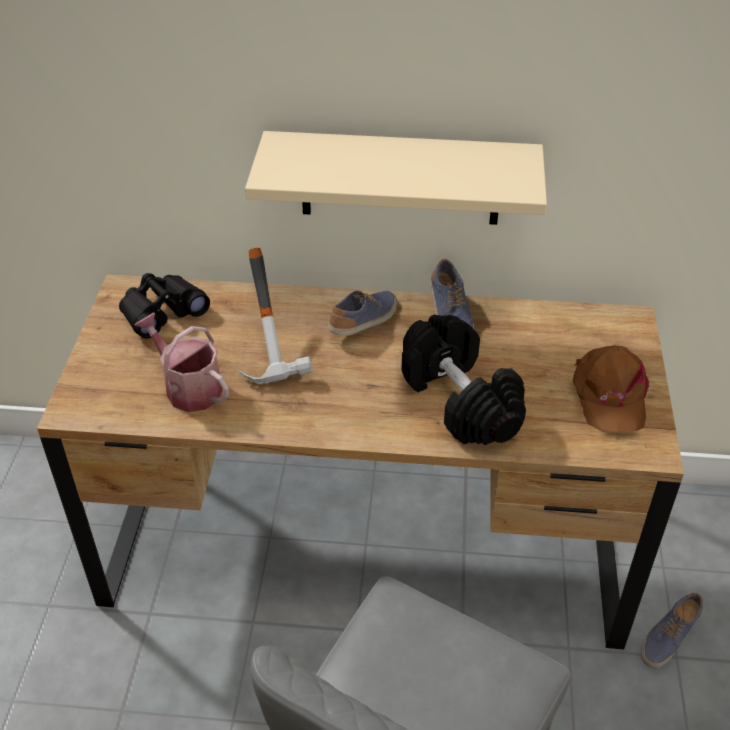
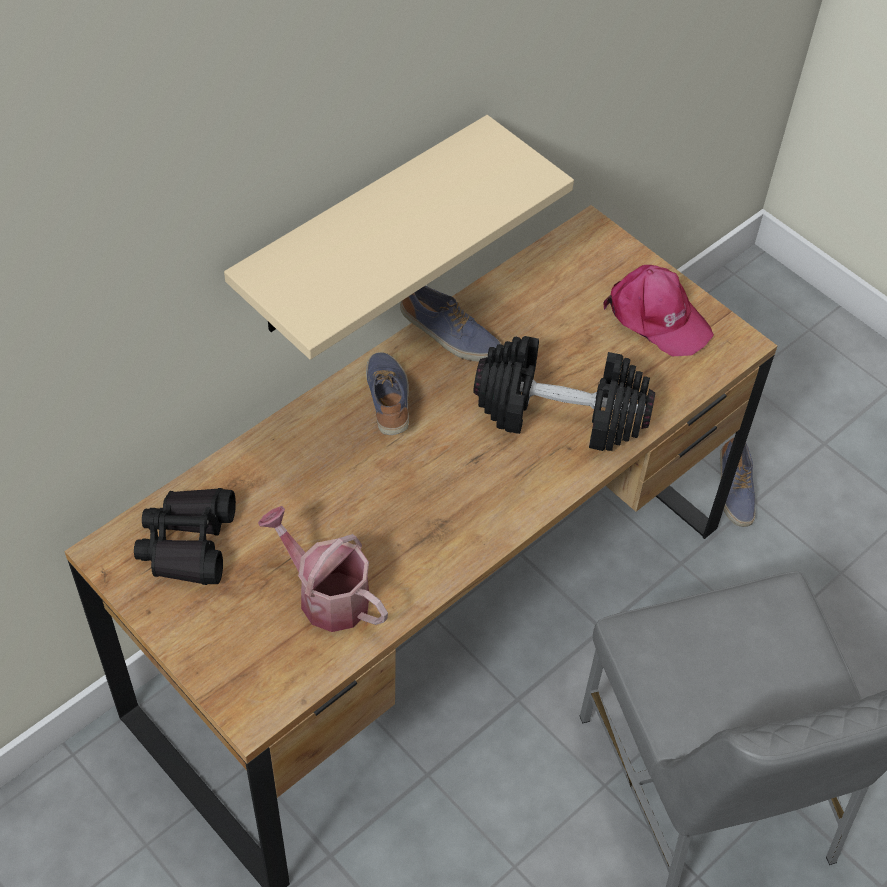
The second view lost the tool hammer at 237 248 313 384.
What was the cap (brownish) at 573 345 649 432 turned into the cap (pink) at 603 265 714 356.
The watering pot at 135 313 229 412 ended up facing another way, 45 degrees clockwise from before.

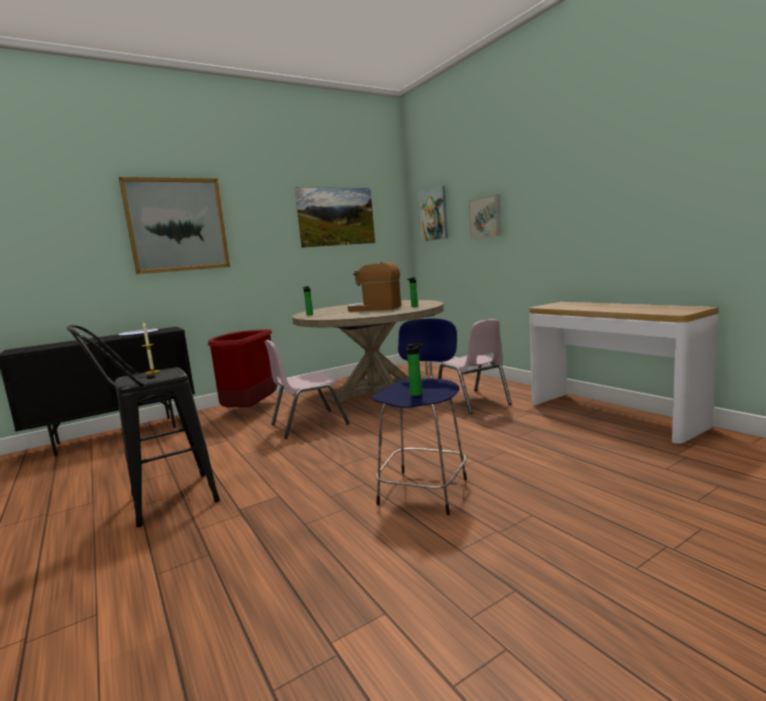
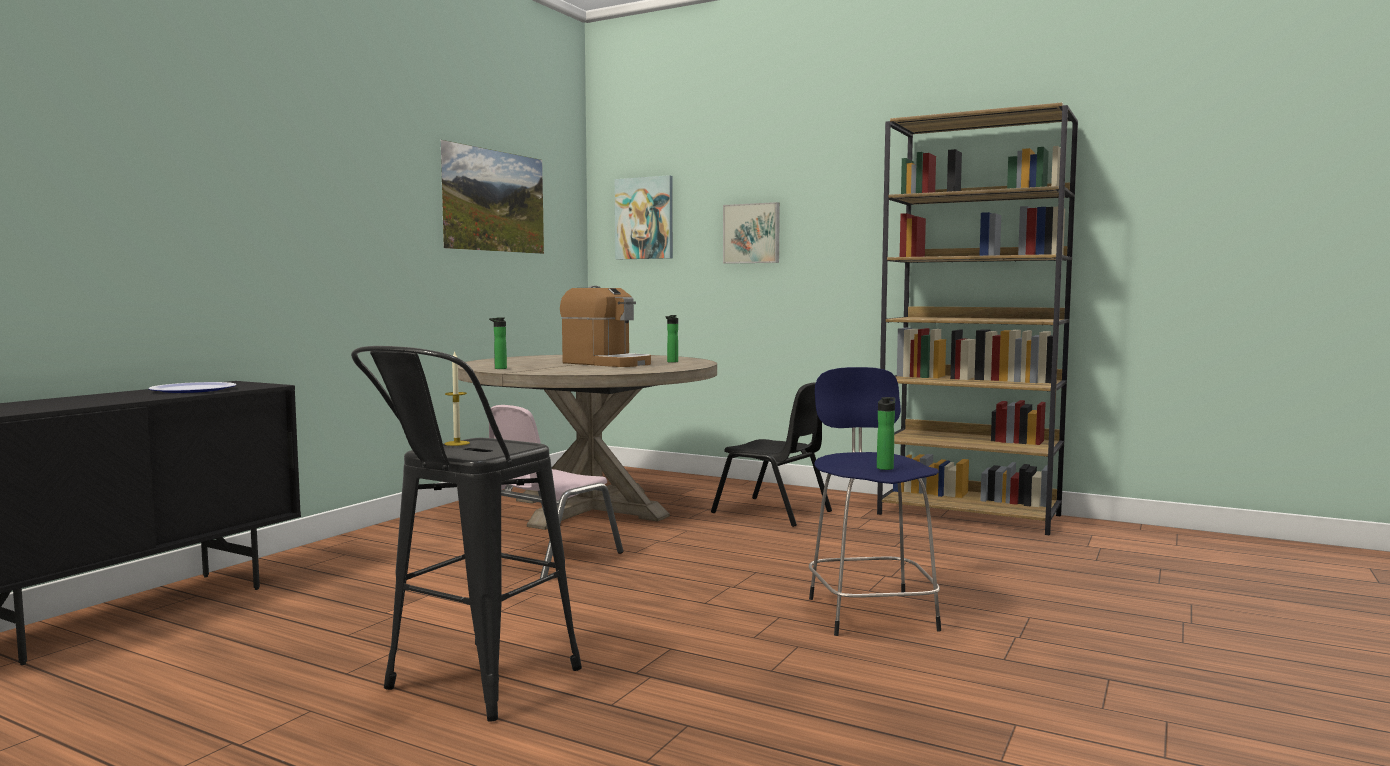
The second view lost the wall picture at 119 177 230 274.
The second view lost the trash can (reddish) at 208 329 277 407.
Where the narrow table stood at 529 302 719 444, the bookcase (brownish) came to stand at 877 103 1078 536.
What was the upright chair (pink) at 438 319 512 414 turned into the upright chair (black) at 711 382 832 527.
The coffee machine at 348 262 401 312 ended up facing another way, 135 degrees counterclockwise from before.

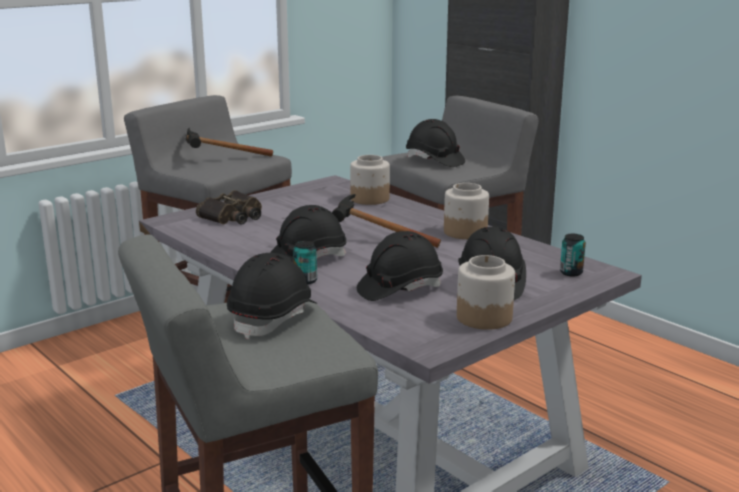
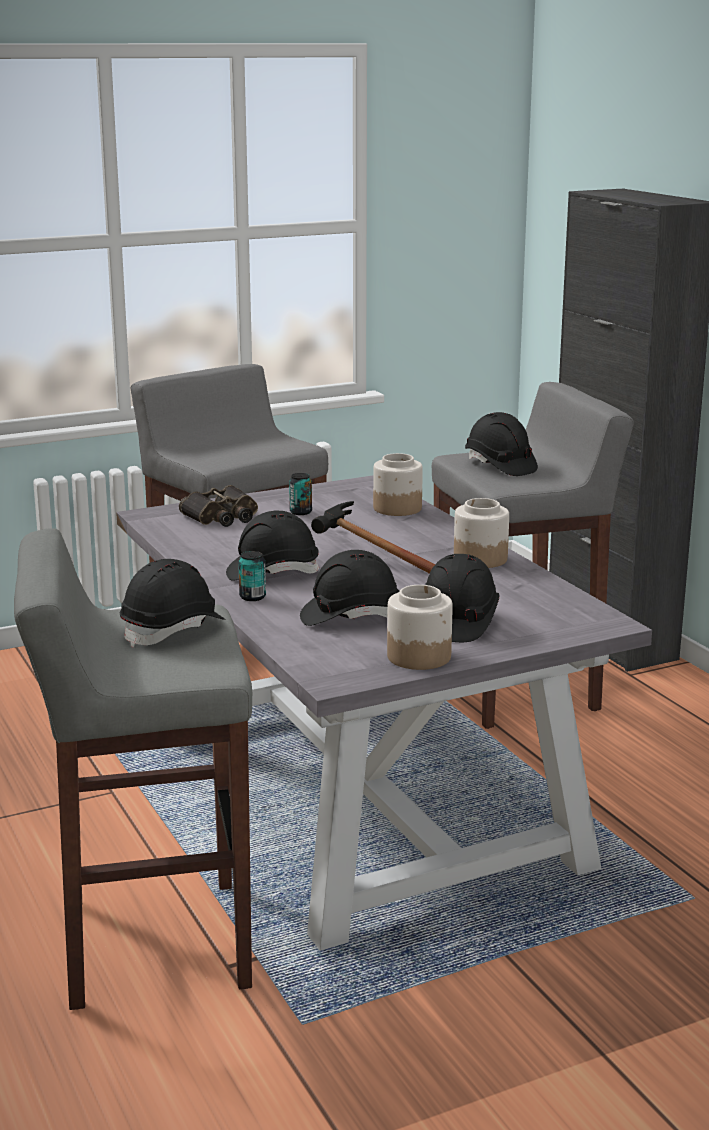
The second view lost the tool hammer at 186 128 273 157.
The sealed can ended up elsewhere, having gone from 560 234 586 277 to 289 473 312 515.

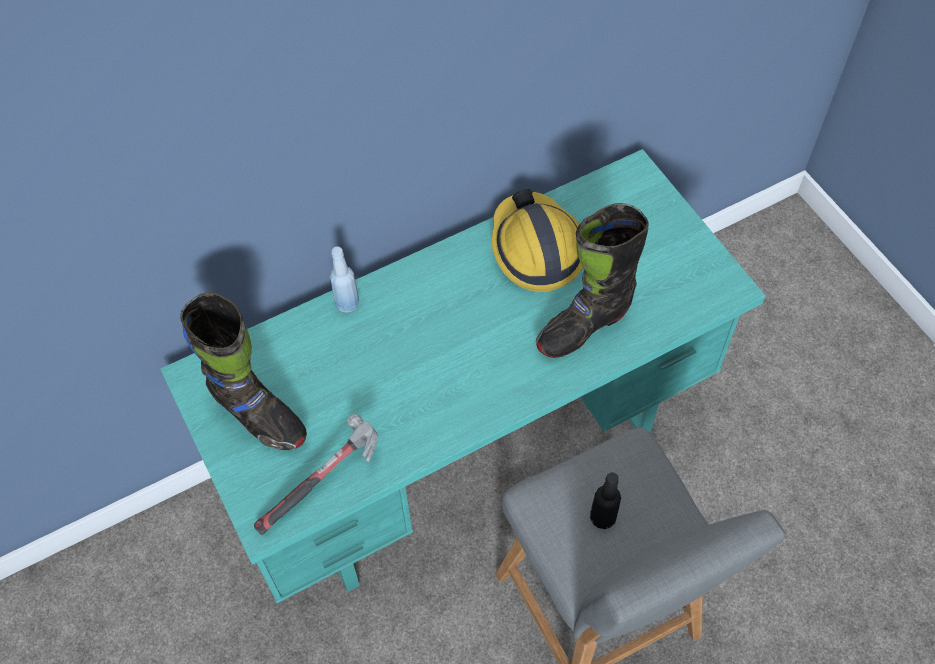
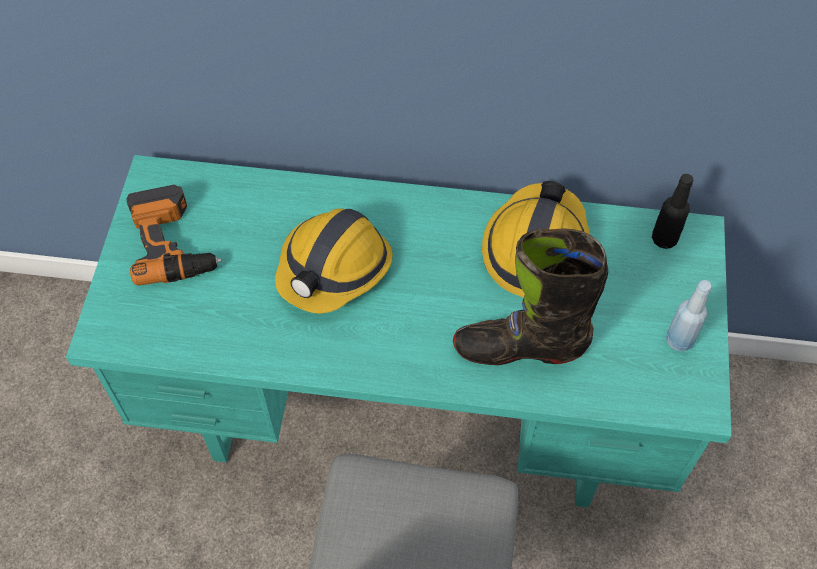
The second view lost the tool hammer at 254 414 378 535.
The second view gained the safety helmet at 275 209 393 314.
The bottle (blue) ended up elsewhere, having gone from 330 246 359 313 to 666 280 712 351.
The bottle (black) ended up elsewhere, having gone from 590 473 621 529 to 652 174 693 249.
Where the tall boot (black) stood at 180 292 307 450, the drill came to stand at 127 185 221 286.

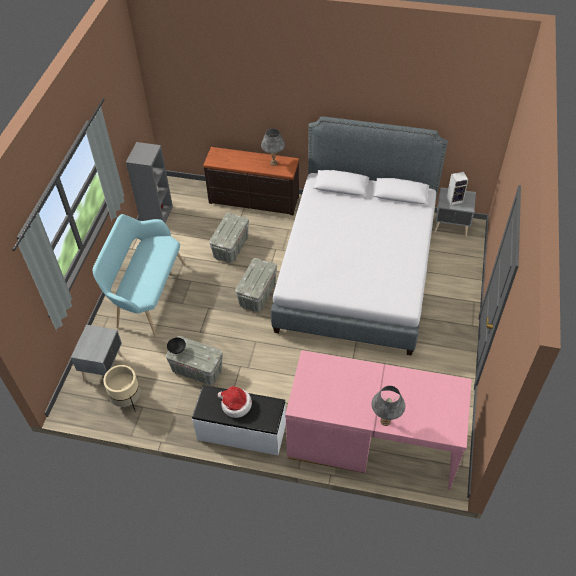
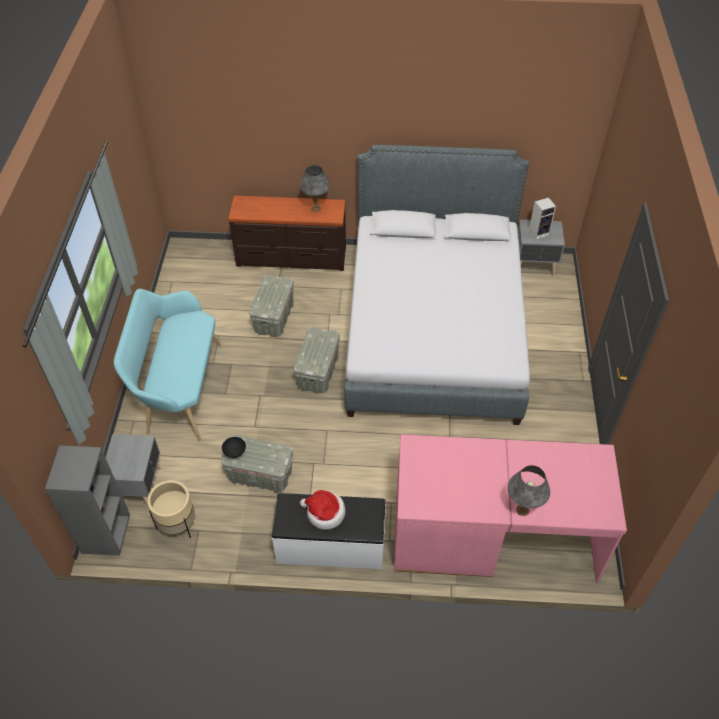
The bookcase (grey) ended up elsewhere, having gone from 126 142 173 223 to 45 445 130 556.

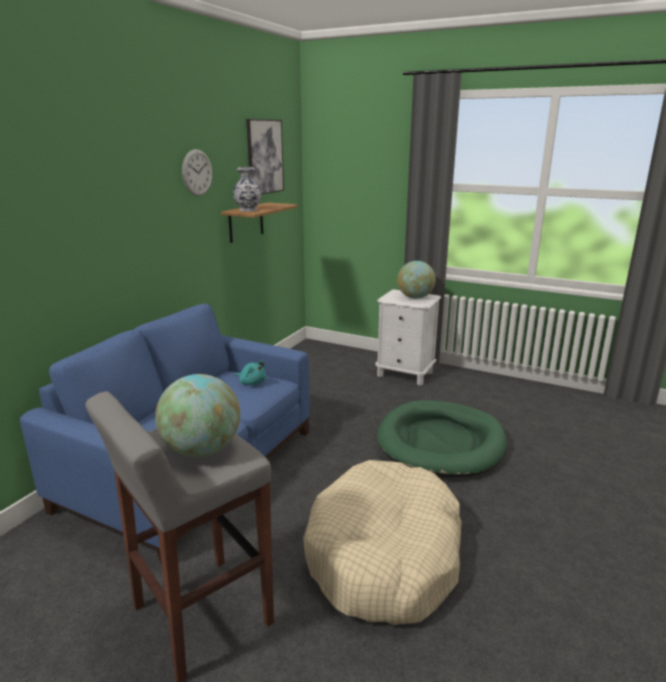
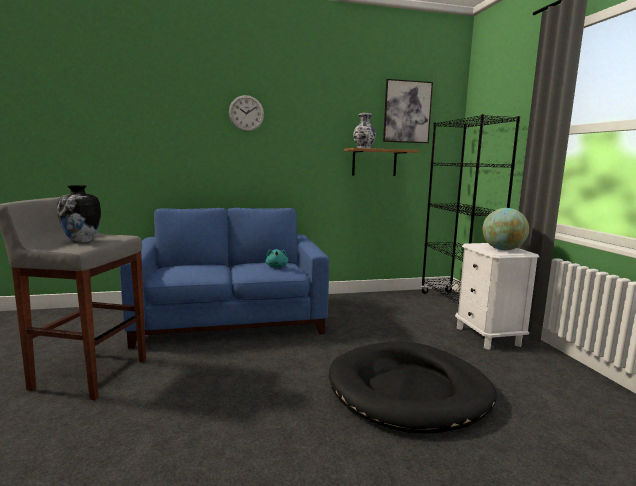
The second view lost the pet bed (sand-coloured) at 303 460 461 625.
The second view gained the bookcase (black) at 421 114 520 304.
The wall clock ended up elsewhere, having gone from 182 149 212 196 to 229 95 264 132.
Where the desk globe stood at 155 374 240 457, the vase came to stand at 57 185 101 243.
What was the pet bed (greenish) at 377 400 507 478 turned into the pet bed (black) at 329 342 497 434.

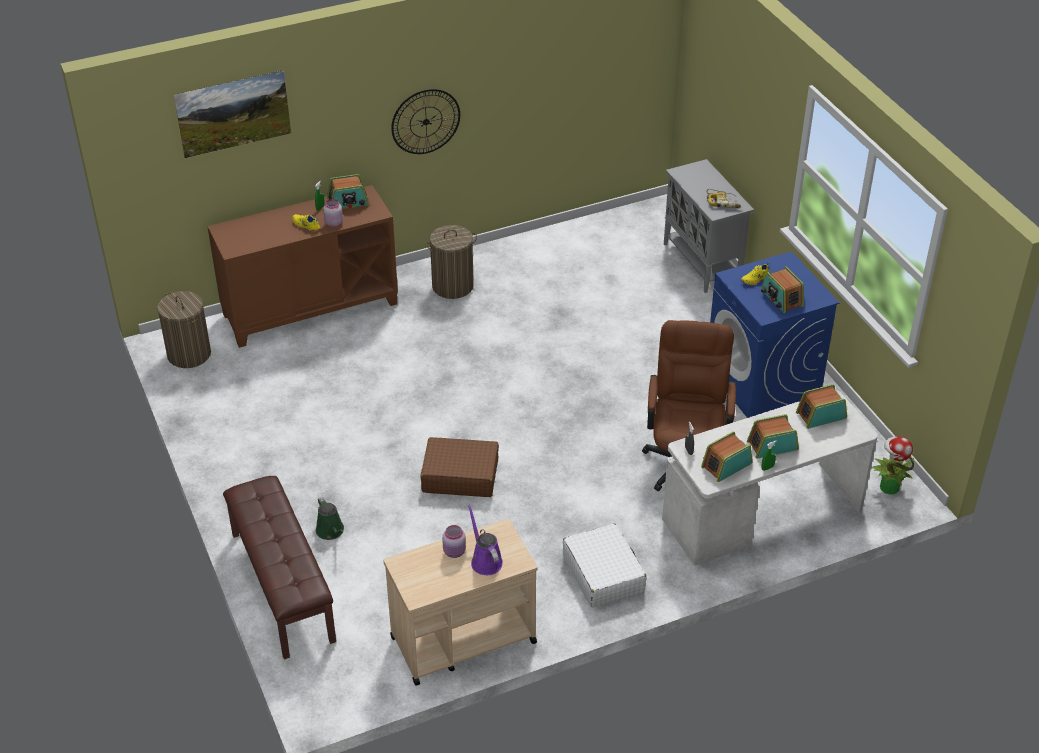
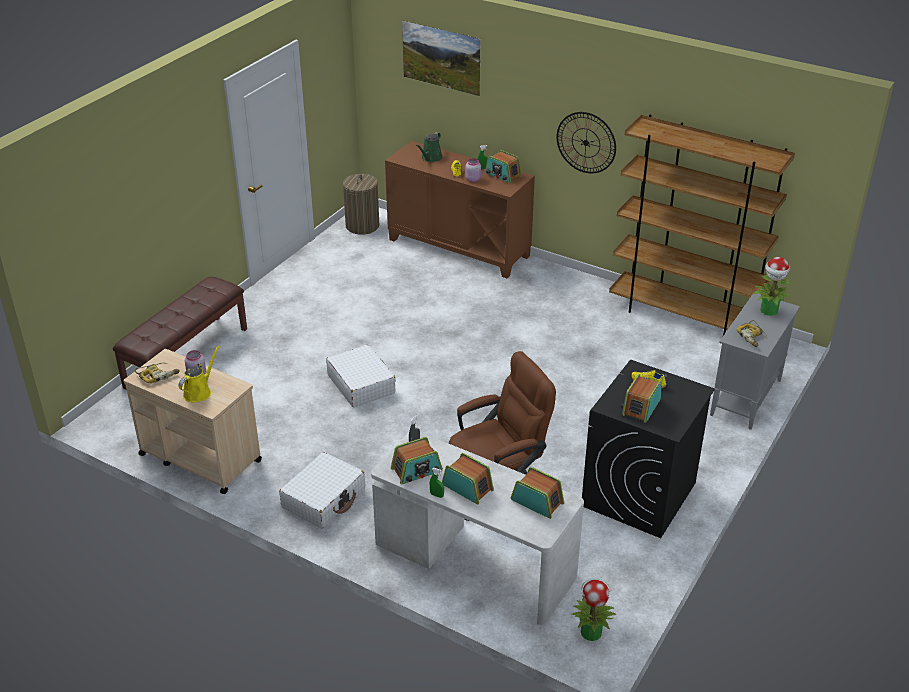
The second view lost the washing basket at 425 225 477 299.
The second view gained the drill at 135 363 180 383.
The second view gained the bookcase (brownish) at 609 115 795 336.
The second view gained the houseplant at 752 257 793 316.
The watering pot (greenish) ended up elsewhere, having gone from 316 497 344 540 to 416 132 443 162.
What was the piece of luggage (brownish) at 421 437 499 497 turned into the piece of luggage (white) at 326 345 396 407.
What was the watering pot (purplish) at 468 504 503 575 turned into the watering pot (yellowish) at 178 346 219 403.
What was the laundry appliance (blue) at 710 251 840 418 turned into the laundry appliance (black) at 582 360 715 538.
The radio at 701 432 753 482 ended up facing another way, 135 degrees clockwise from before.

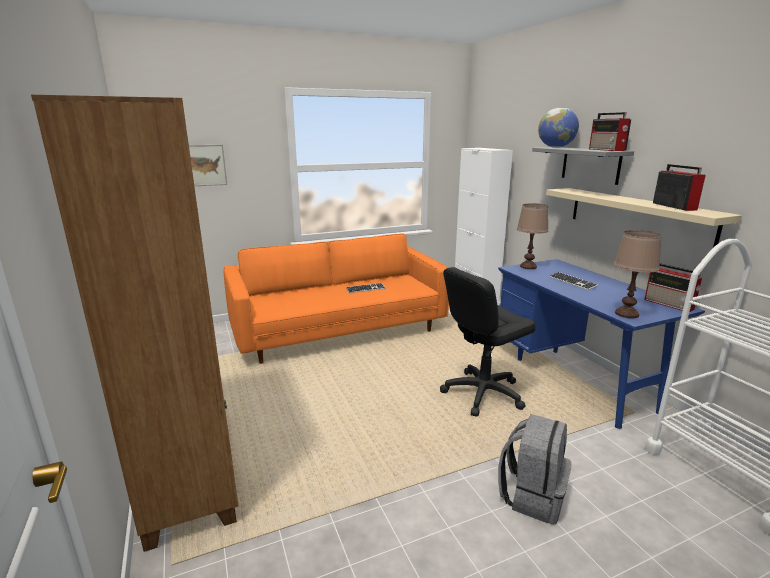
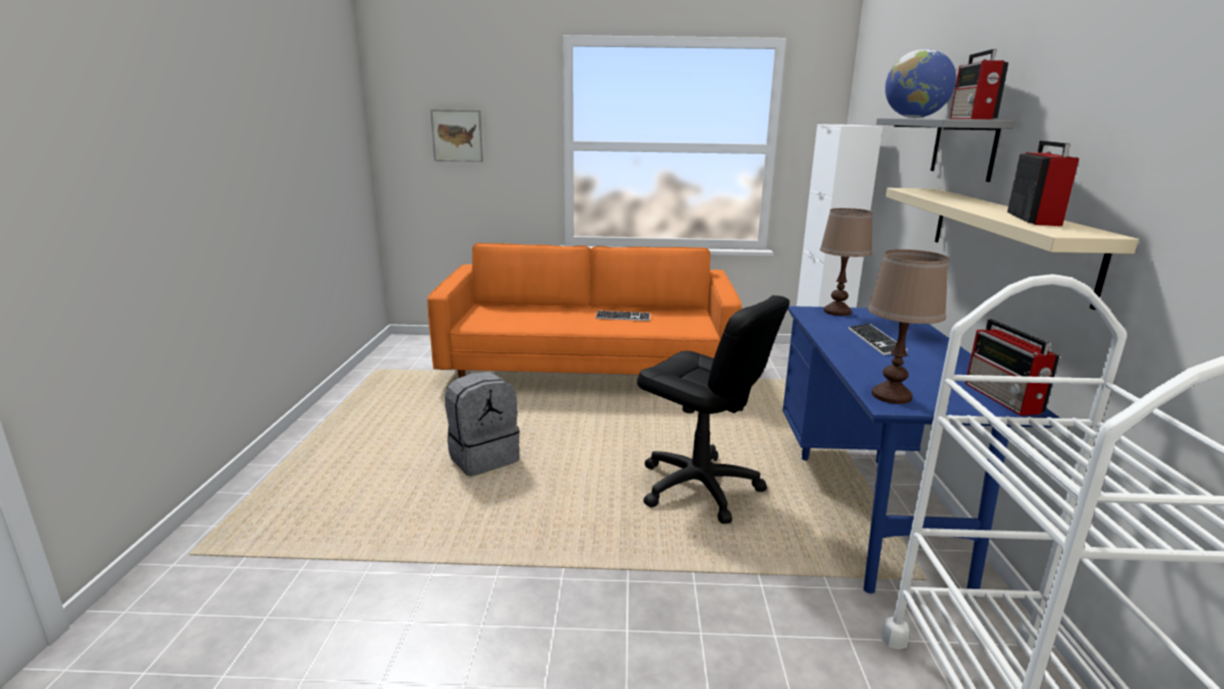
The second view lost the bookcase (brownish) at 31 95 239 552.
The backpack (grey) ended up elsewhere, having gone from 498 414 571 525 to 445 372 519 476.
The office chair (black) at 440 267 536 417 ended up facing another way, 135 degrees counterclockwise from before.

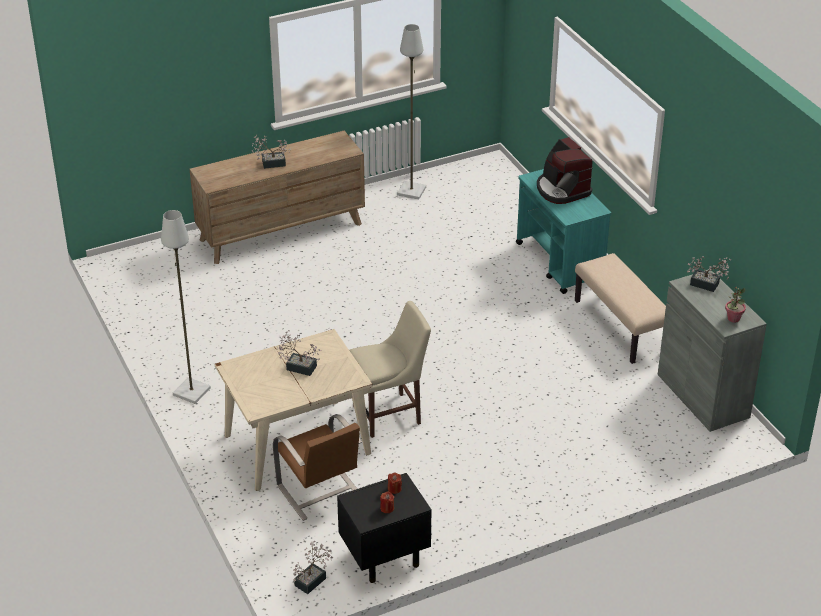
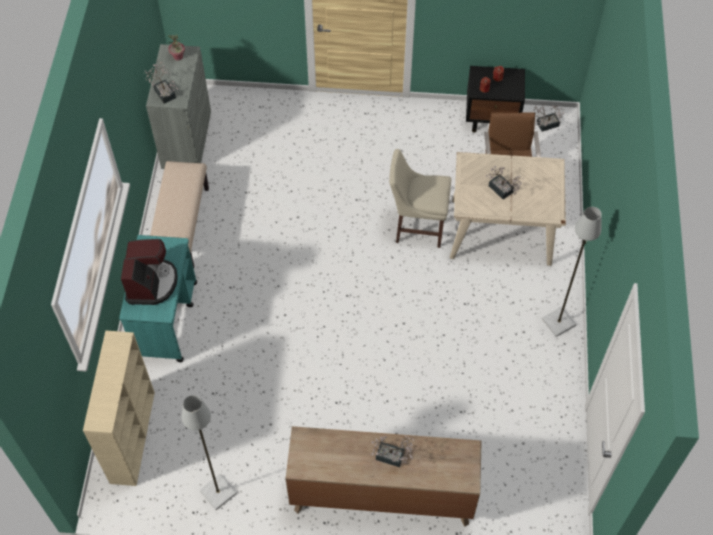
The second view gained the bookcase (sand-coloured) at 83 330 155 486.

